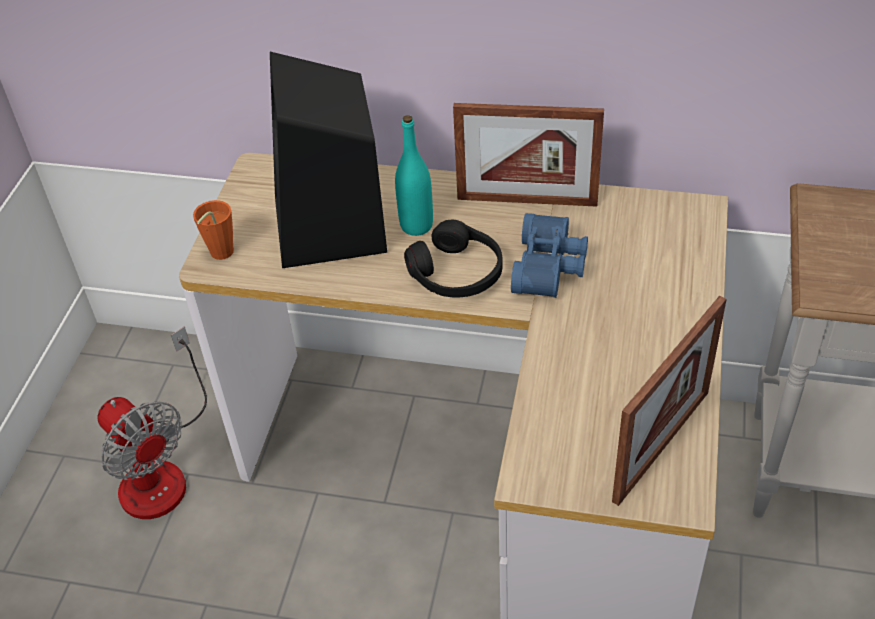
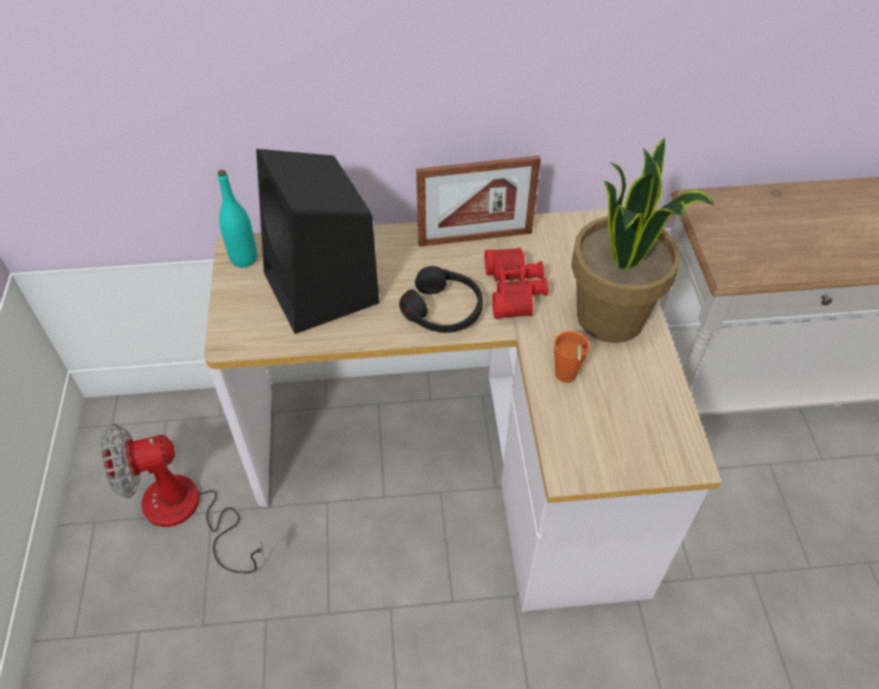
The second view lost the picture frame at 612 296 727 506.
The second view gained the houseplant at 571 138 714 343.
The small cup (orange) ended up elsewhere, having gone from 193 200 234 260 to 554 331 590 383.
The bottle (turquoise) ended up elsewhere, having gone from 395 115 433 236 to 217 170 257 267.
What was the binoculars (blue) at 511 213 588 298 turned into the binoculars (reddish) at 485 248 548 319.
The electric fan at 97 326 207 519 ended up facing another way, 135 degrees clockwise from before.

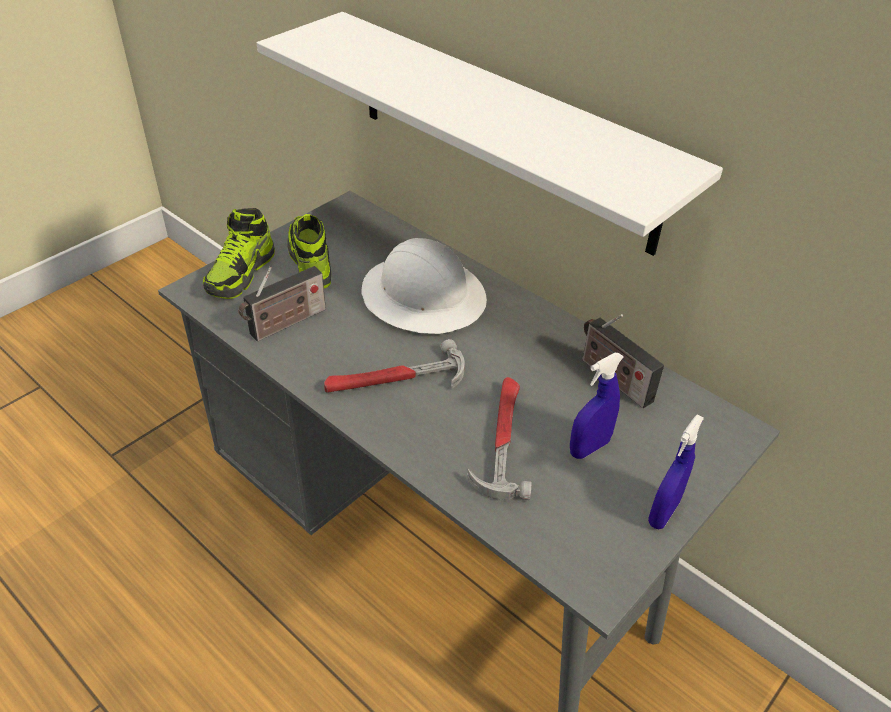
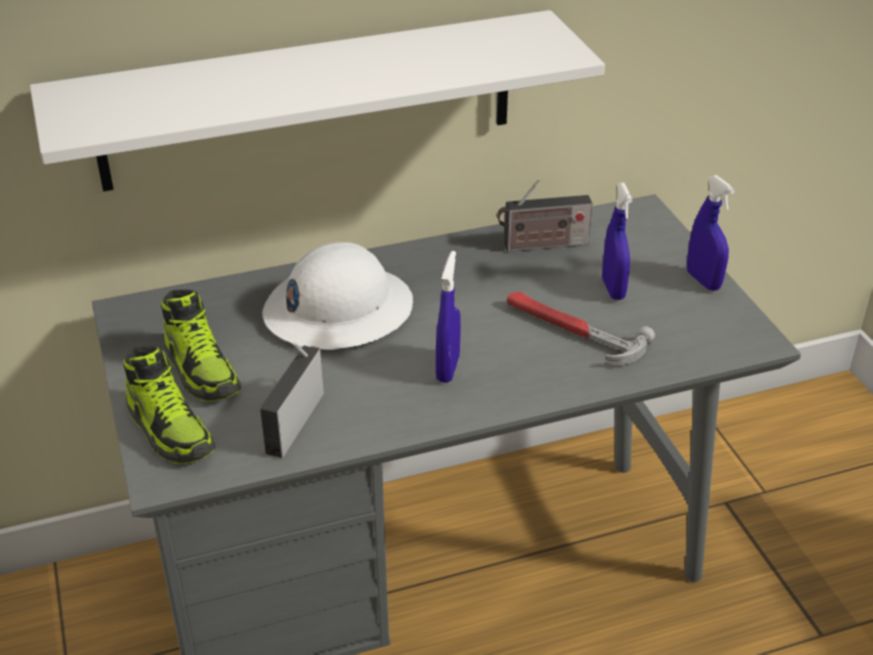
Where the tool hammer stood at 324 339 465 393, the hand sprayer (blue) came to stand at 436 251 461 383.
The radio at 239 266 326 342 ended up facing another way, 150 degrees counterclockwise from before.
The shoe at 288 214 331 288 ended up facing another way, 135 degrees counterclockwise from before.

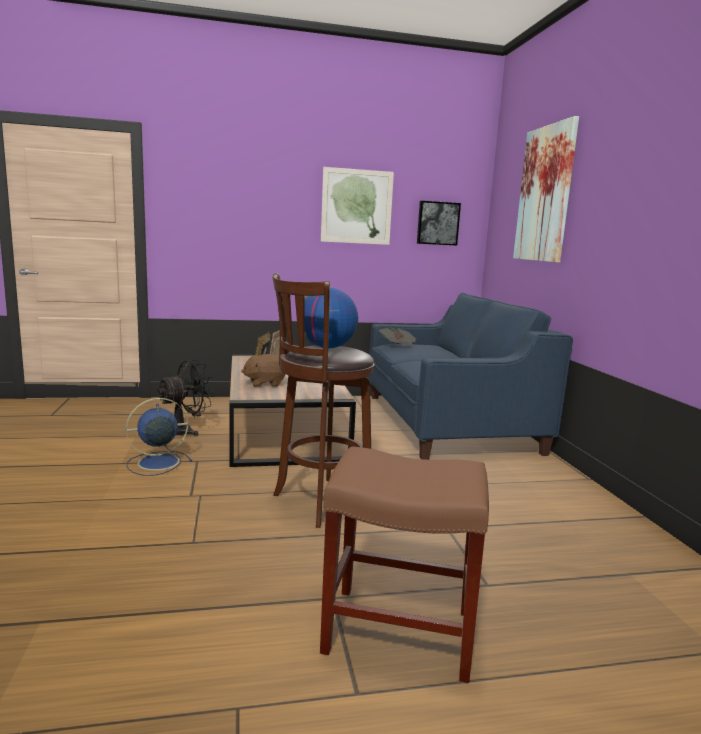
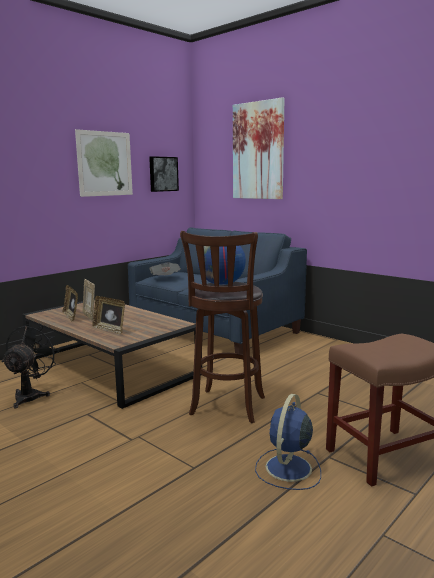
The electric fan (blue) ended up elsewhere, having gone from 126 398 192 476 to 255 394 321 490.
Where the plush toy (brownish) stood at 241 354 285 387, the picture frame came to stand at 92 296 125 335.

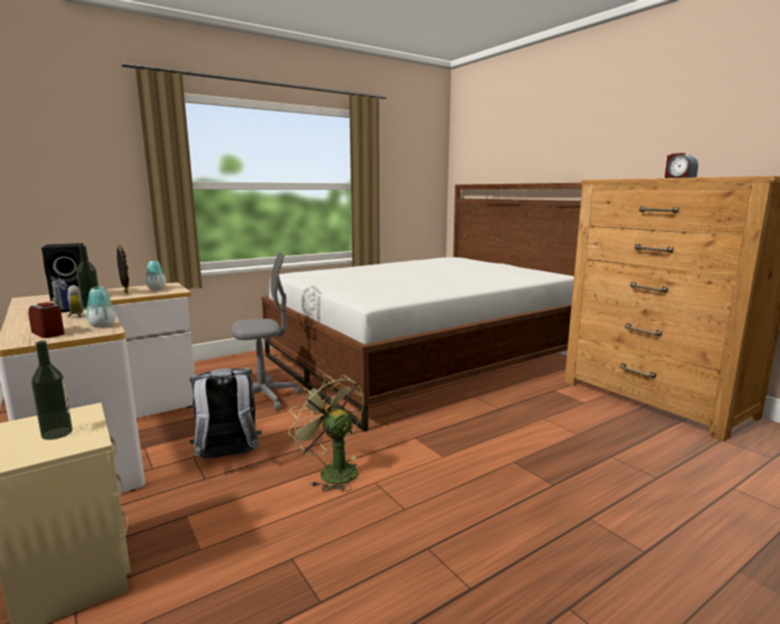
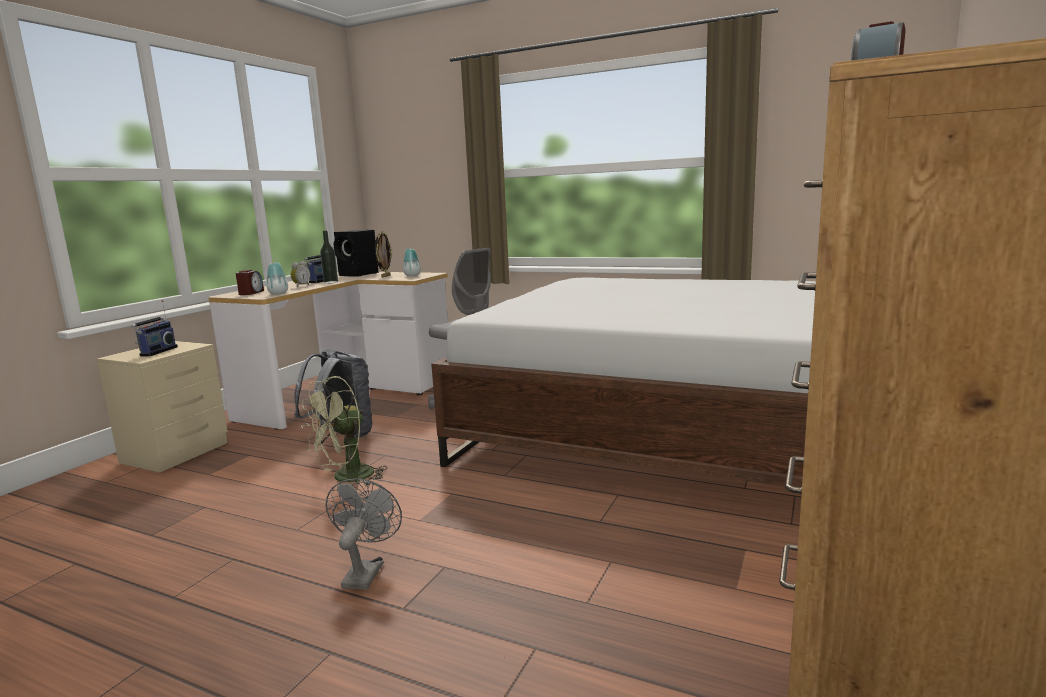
The second view gained the electric fan (grey) at 325 478 402 590.
Where the bottle stood at 31 341 73 440, the radio came to stand at 131 300 178 356.
The electric fan (greenish) at 288 375 364 491 ended up facing another way, 150 degrees counterclockwise from before.

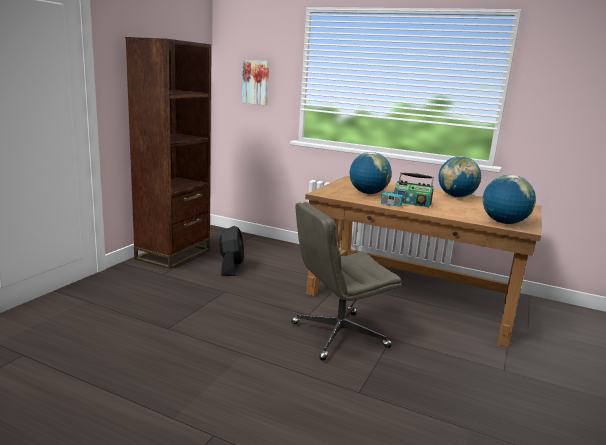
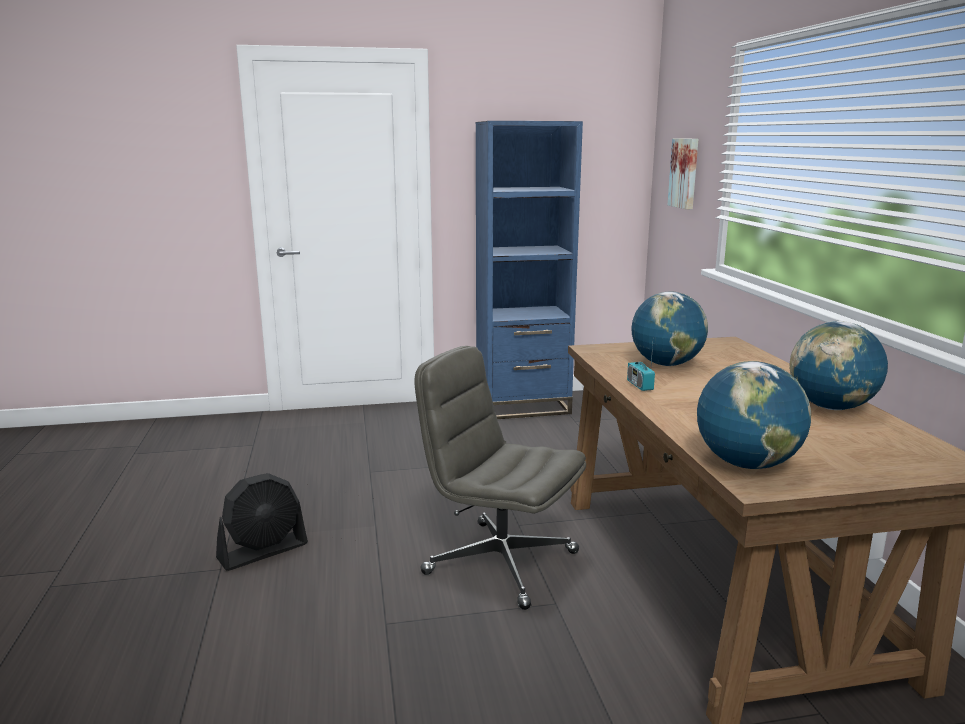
The second view lost the radio at 394 172 434 207.
The electric fan (black) ended up elsewhere, having gone from 219 226 244 276 to 216 473 308 571.
What was the bookcase (brownish) at 125 37 211 269 turned into the bookcase (blue) at 476 121 583 419.

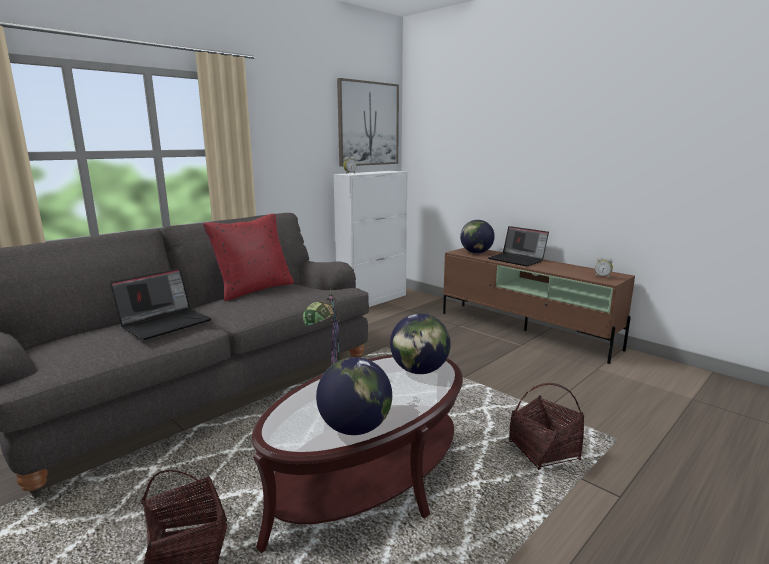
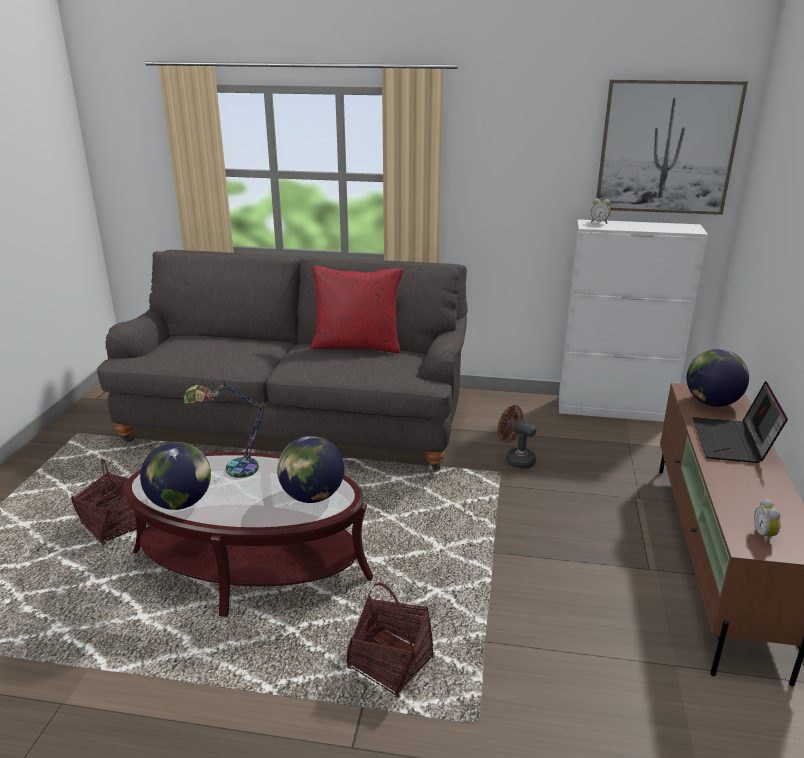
The second view lost the notebook computer at 110 268 212 340.
The second view gained the electric fan (brownish) at 498 405 537 469.

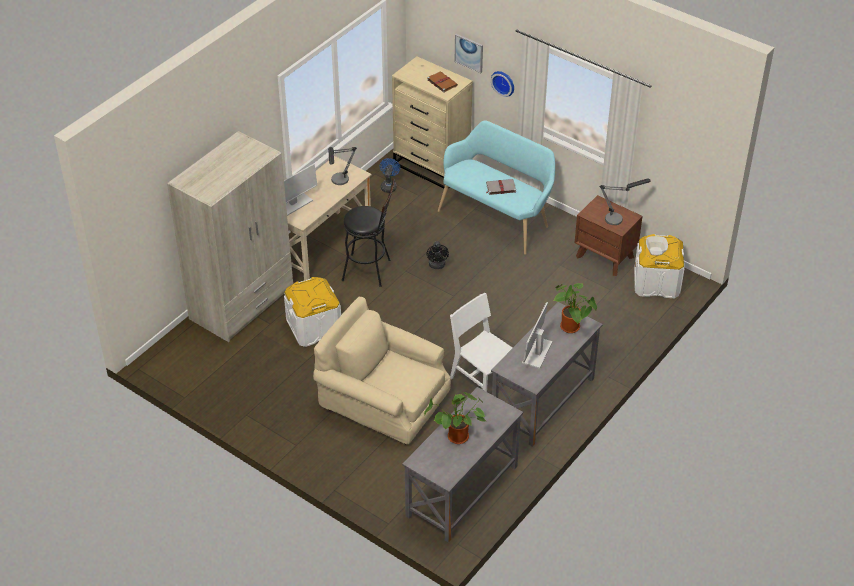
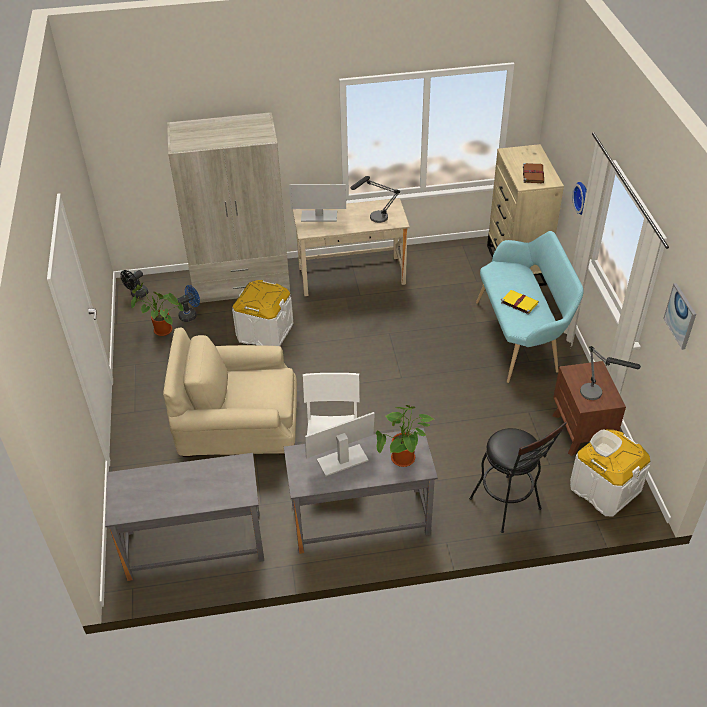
The stool (black) ended up elsewhere, having gone from 342 178 395 287 to 469 422 567 533.
The electric fan (blue) ended up elsewhere, having gone from 380 158 400 193 to 177 285 200 322.
The houseplant ended up elsewhere, having gone from 424 392 486 444 to 131 282 183 336.
The electric fan (black) ended up elsewhere, having gone from 427 241 449 269 to 120 270 148 298.
The wall picture ended up elsewhere, having gone from 455 34 483 73 to 663 283 696 350.
What was the volume (grey) at 486 179 516 195 turned into the volume (yellowish) at 501 290 539 315.
The lounge chair (sand-coloured) at 313 297 451 444 ended up facing another way, 75 degrees counterclockwise from before.

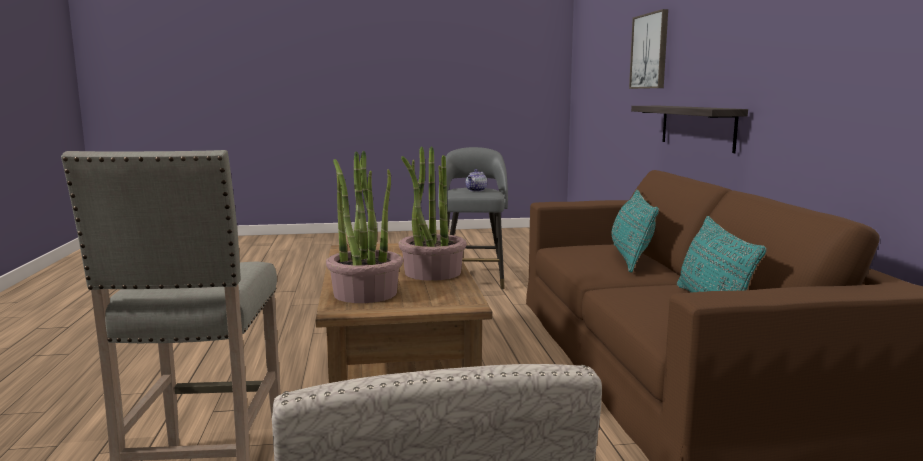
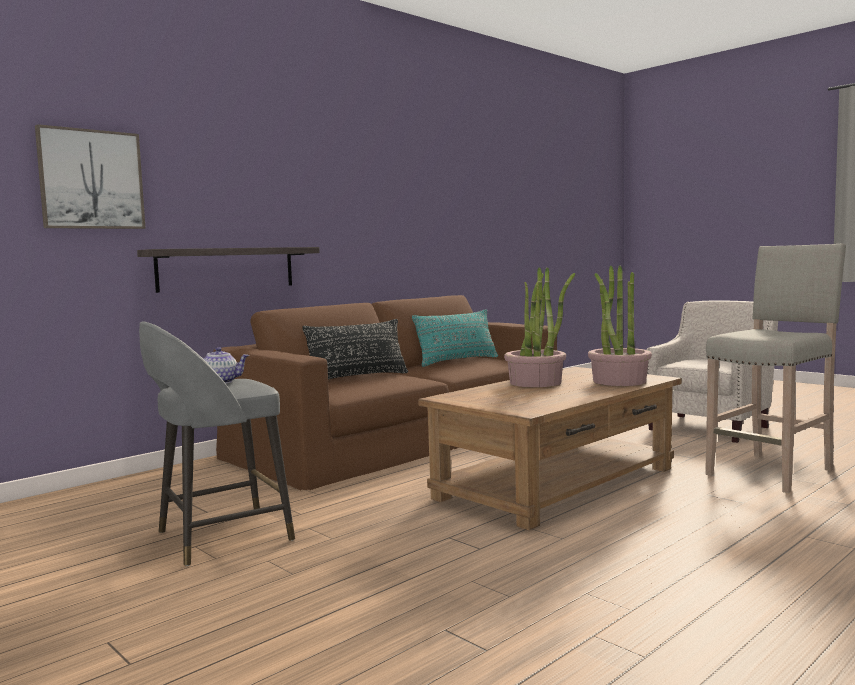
What was the throw pillow (turquoise) at 612 190 659 273 turned into the throw pillow (black) at 302 319 408 380.

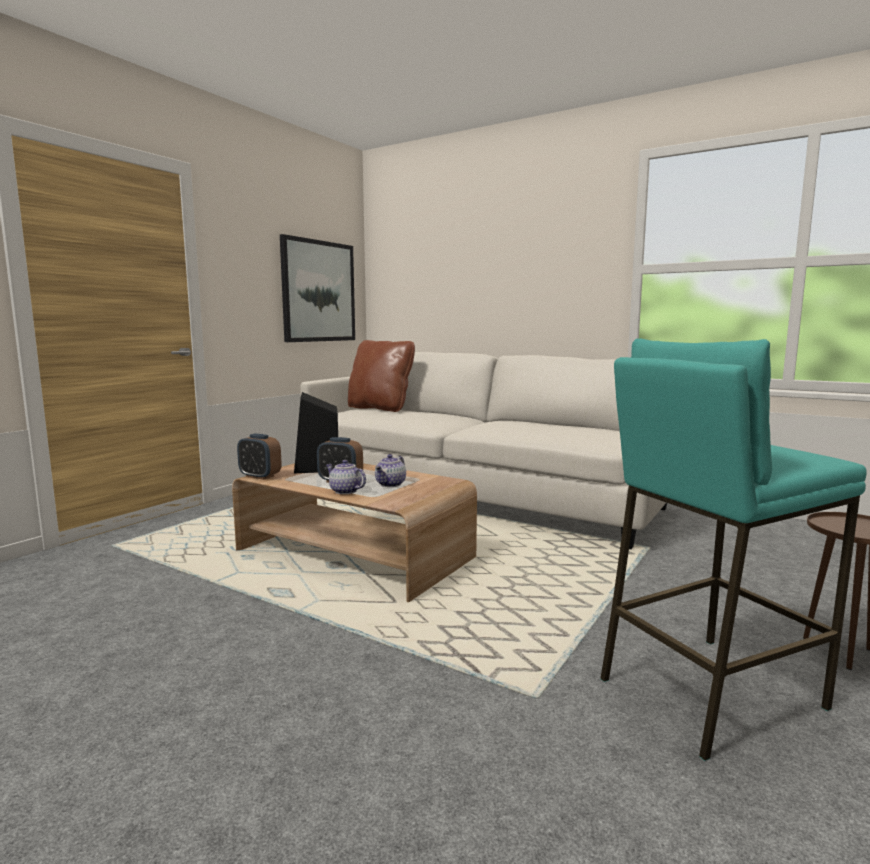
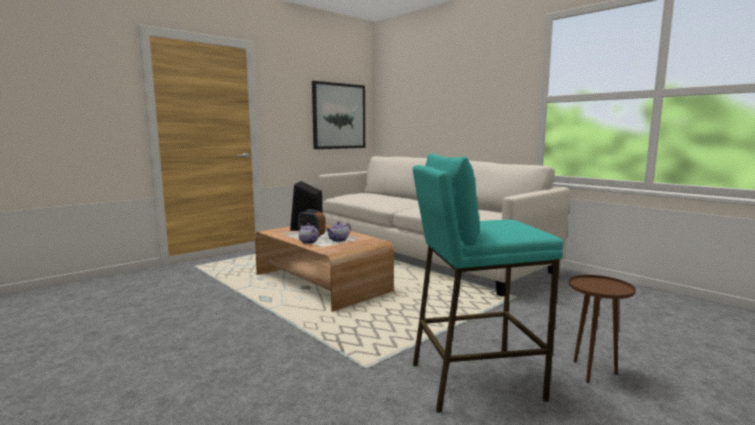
The second view lost the alarm clock at 237 434 282 480.
The second view lost the throw pillow (brownish) at 348 340 415 412.

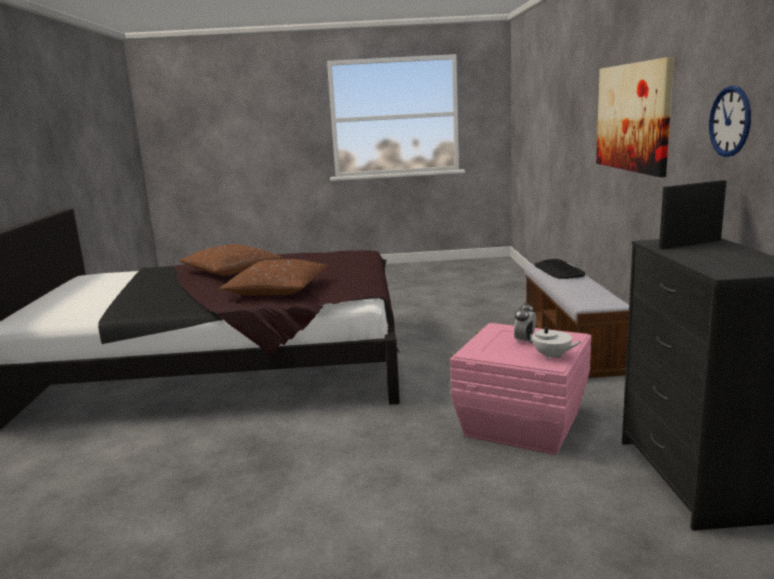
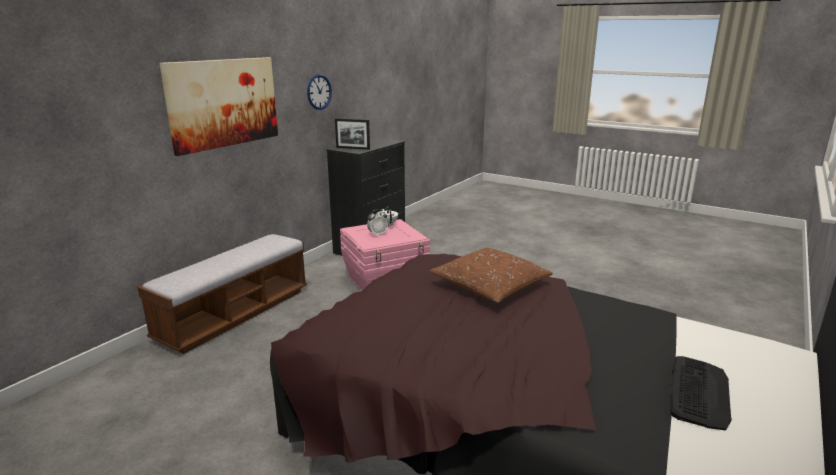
The second view lost the throw pillow (brownish) at 179 244 282 276.
The PC keyboard ended up elsewhere, having gone from 534 259 586 279 to 670 356 732 430.

